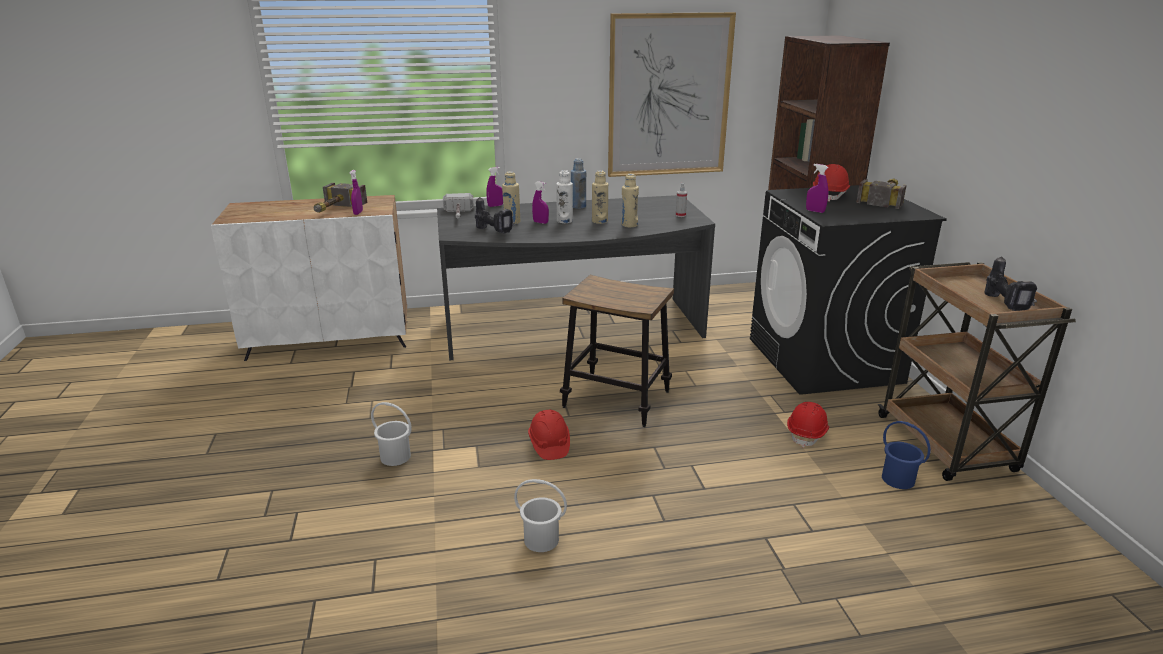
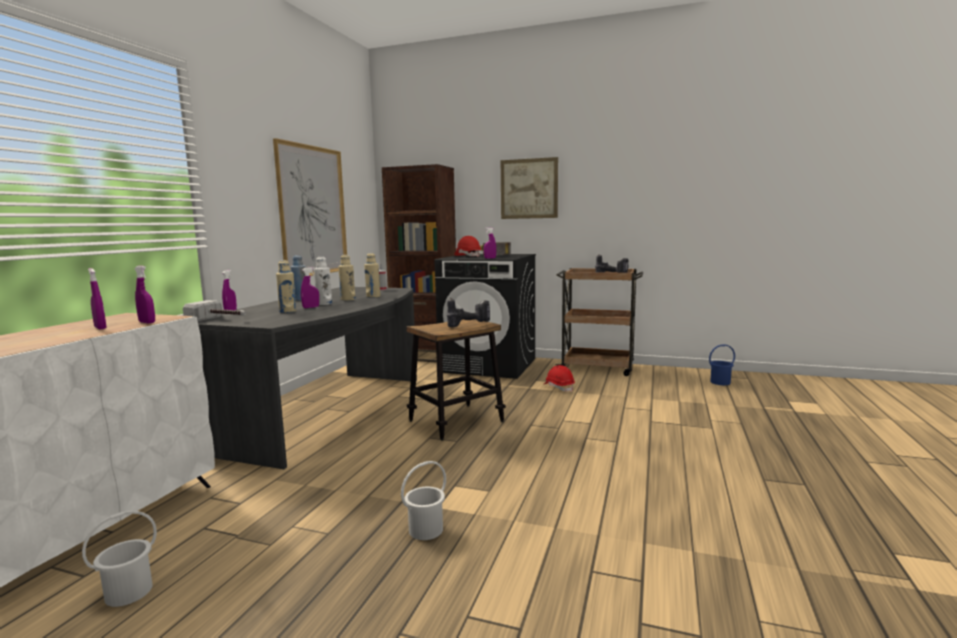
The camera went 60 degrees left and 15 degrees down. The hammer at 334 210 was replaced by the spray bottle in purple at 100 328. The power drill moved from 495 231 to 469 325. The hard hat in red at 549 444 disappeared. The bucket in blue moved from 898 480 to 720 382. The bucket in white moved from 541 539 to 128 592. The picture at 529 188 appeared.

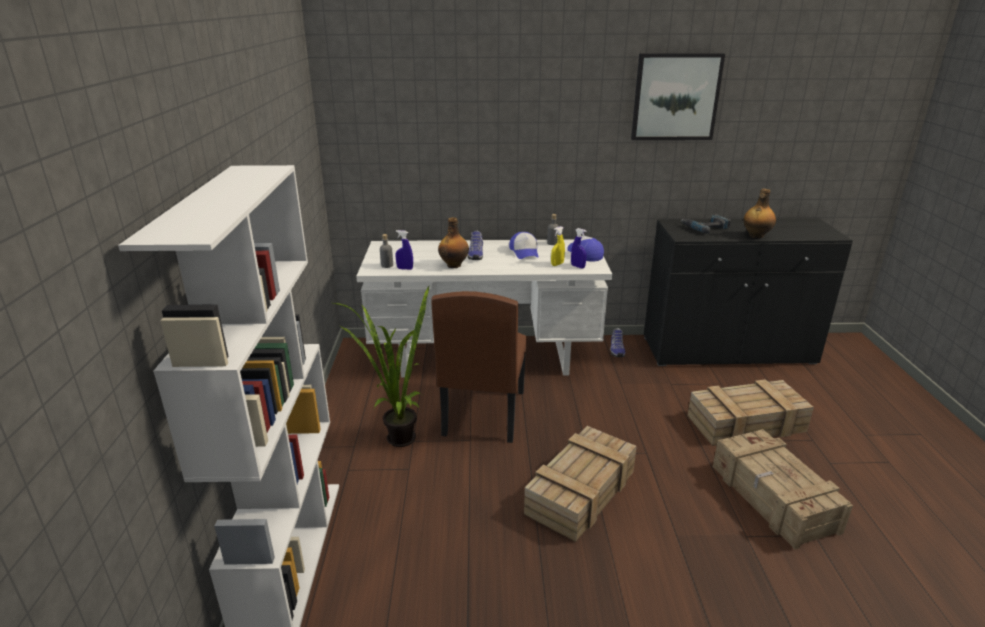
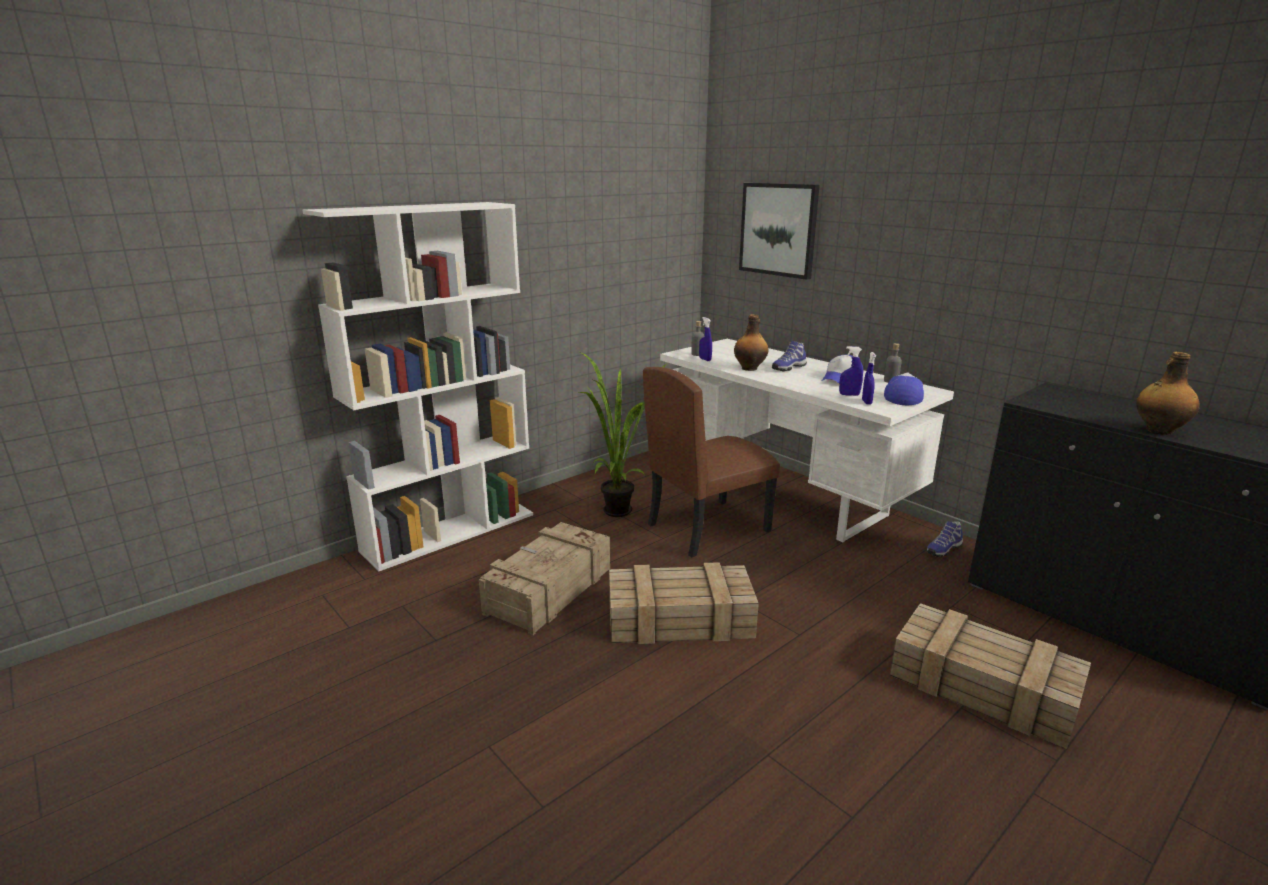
The camera went 50 degrees right and 5 degrees down. The picture moved from 675 97 to 778 229. The power drill at 705 227 disappeared. The spray bottle in yellow at 557 264 became the spray bottle in blue at 849 395. The crate moved from 773 499 to 548 590.

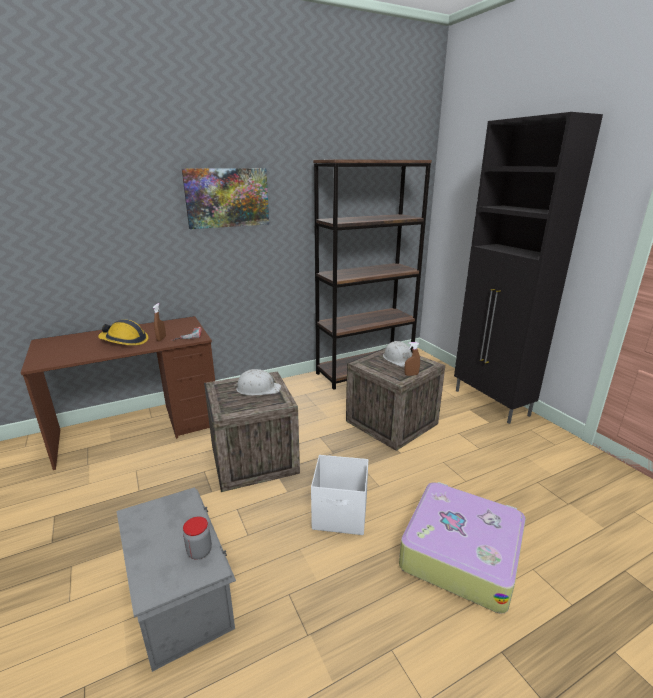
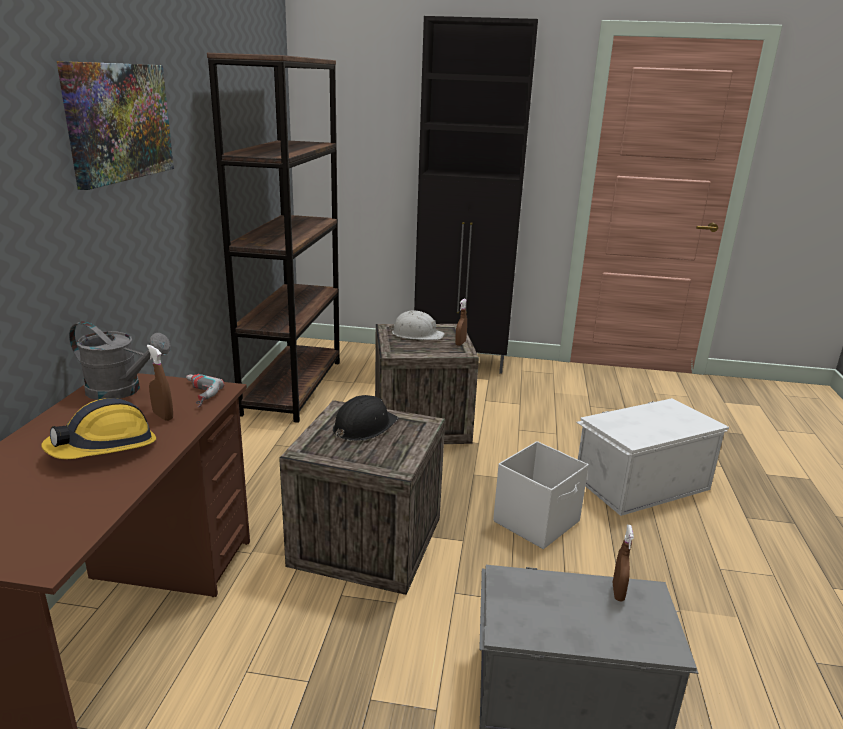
The camera went 55 degrees left and 0 degrees up. The hard hat in white at 258 389 became the hard hat in black at 363 426. The suitcase at 460 552 was replaced by the storage box in white at 640 482. The jar at 199 551 was replaced by the spray bottle in brown at 618 592. The watering can in grey at 122 391 appeared.

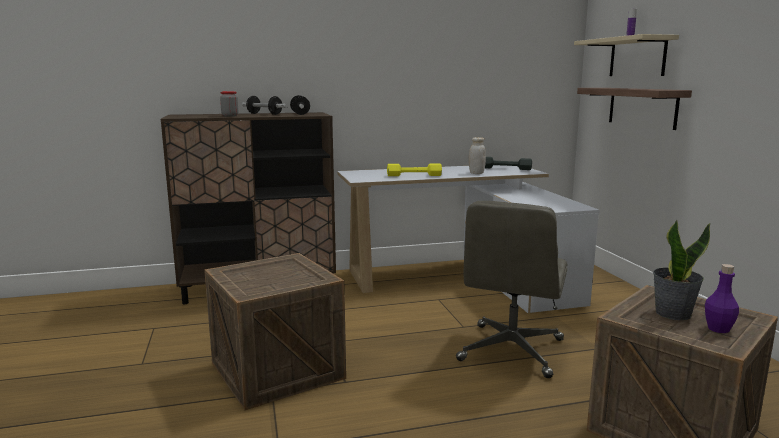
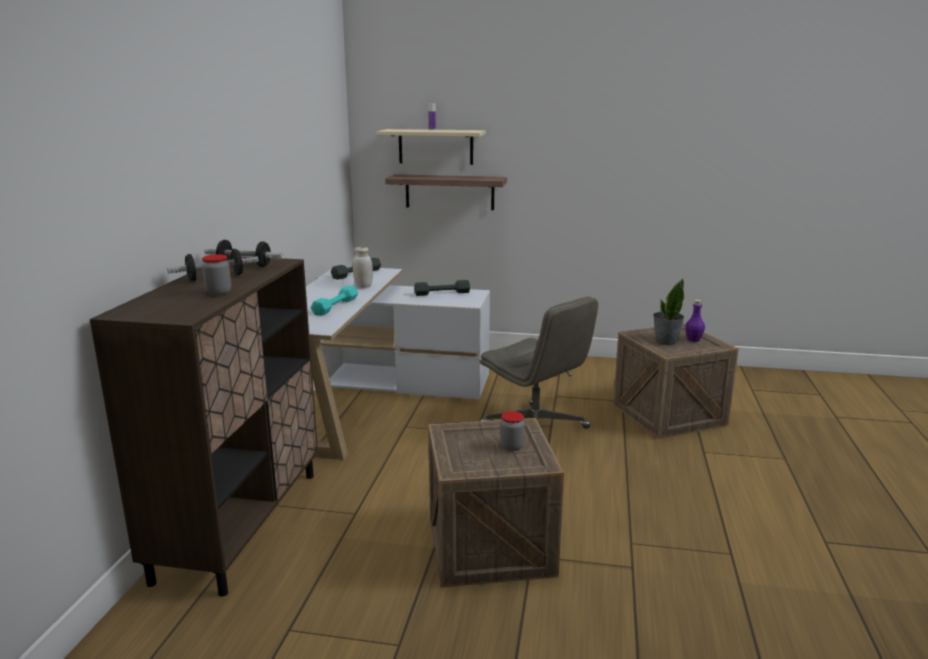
The camera went 65 degrees left and 5 degrees up. The dumbbell in yellow at 414 175 became the dumbbell in turquoise at 335 306. The dumbbell in grey at 442 293 appeared. The jar at 511 446 appeared.

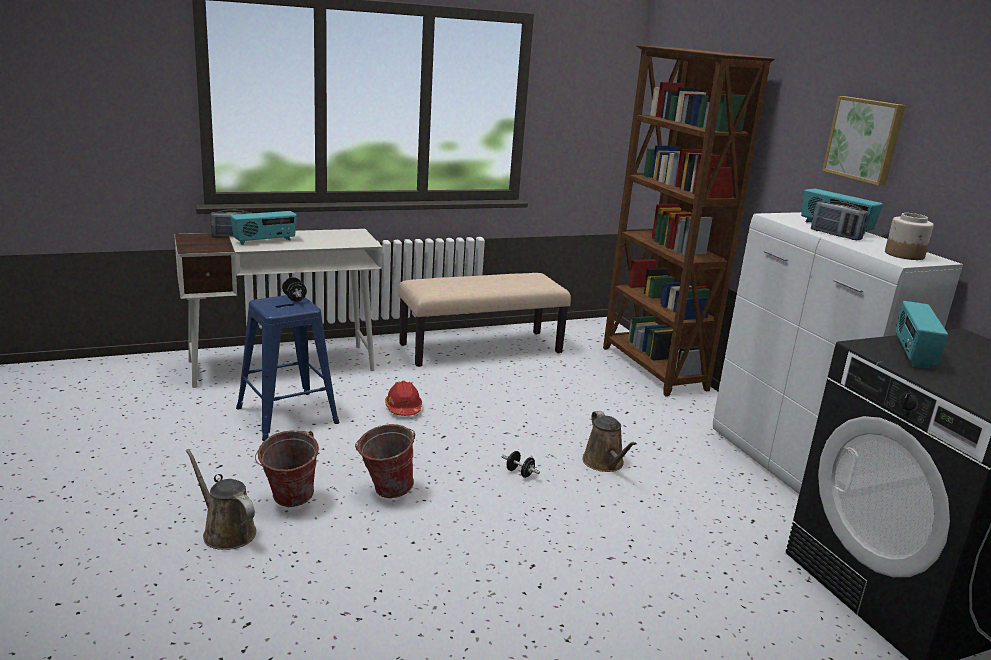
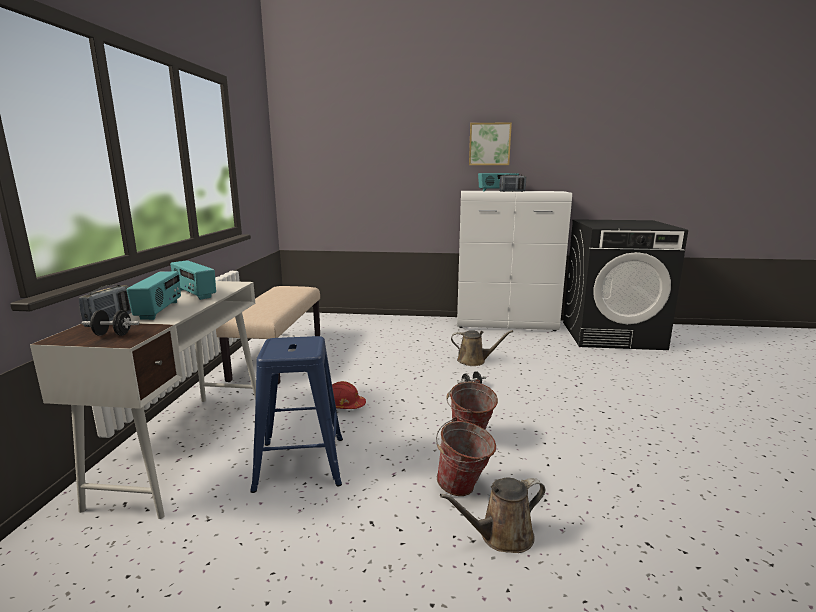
The camera went 60 degrees left and 5 degrees down. The bookcase in brown at 653 369 disappeared. The jar at 904 255 disappeared. The dumbbell in black moved from 294 298 to 113 335. The radio moved from 912 354 to 194 294.

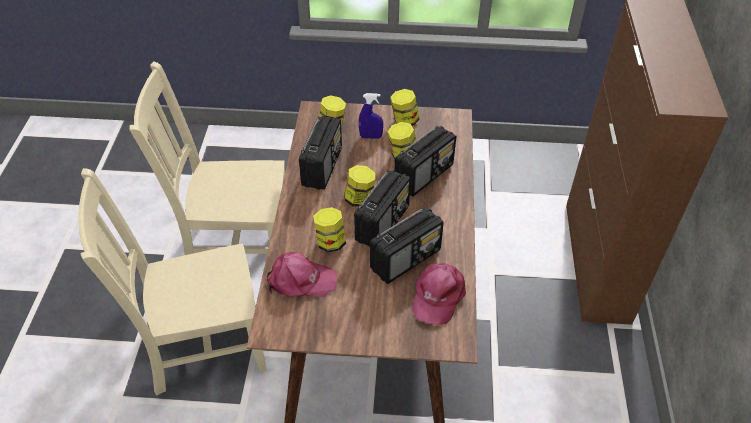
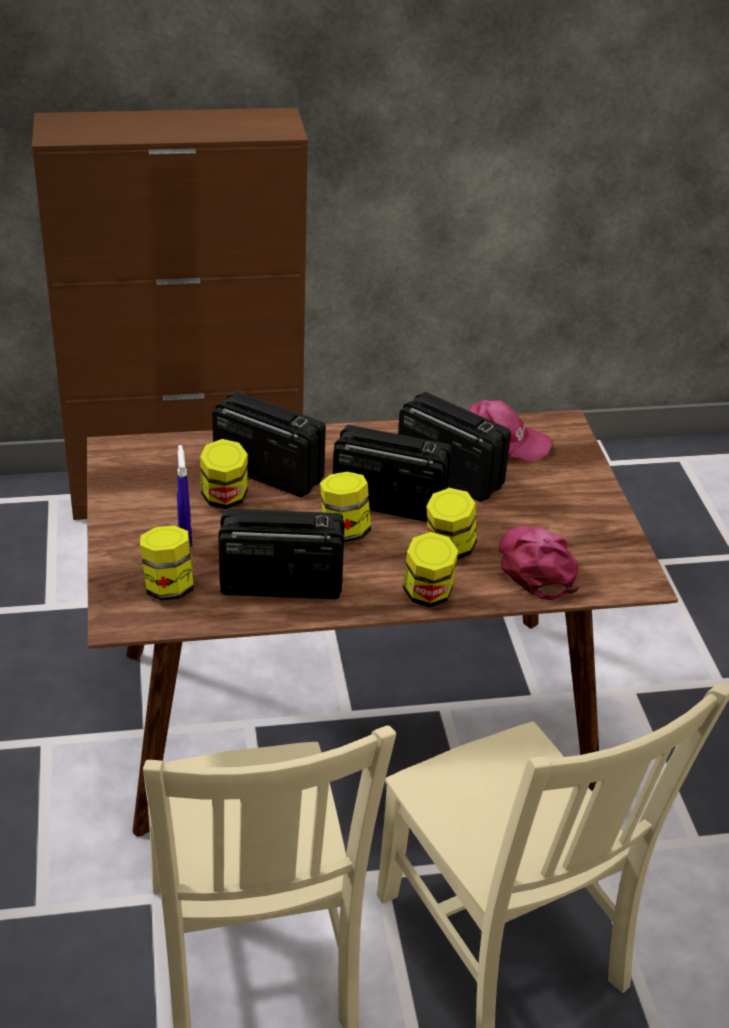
The camera went 105 degrees left and 10 degrees down. The jar moved from 404 121 to 427 594.

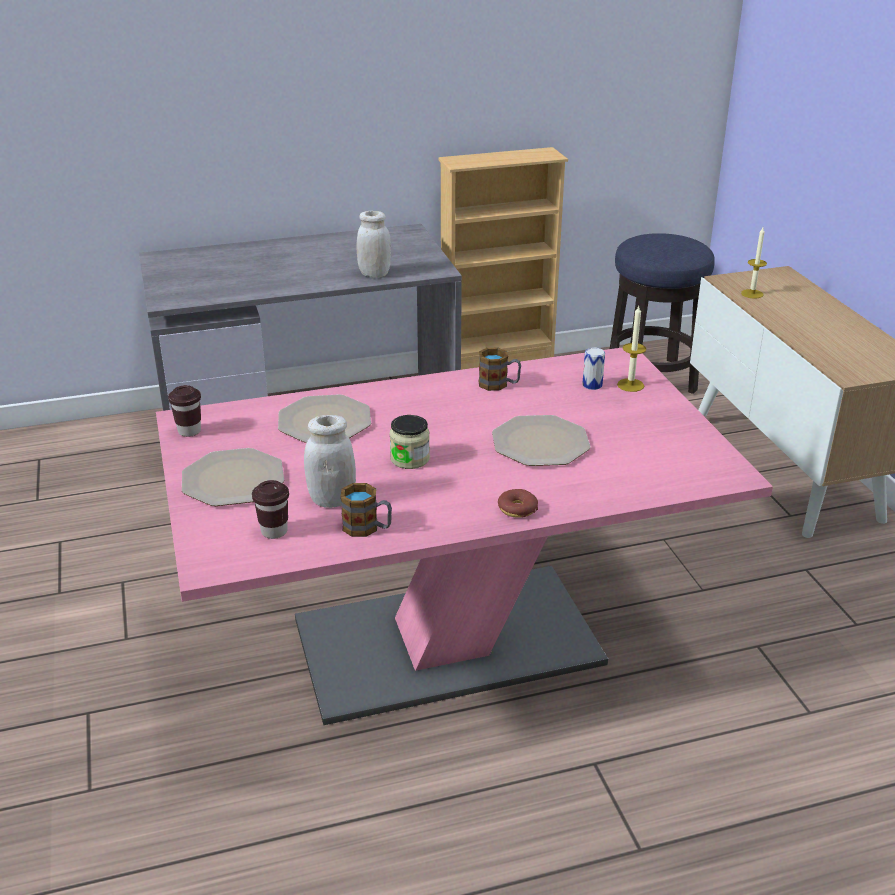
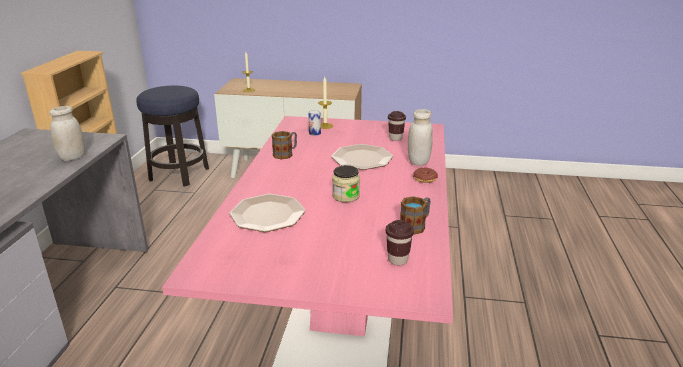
The camera went 65 degrees left and 5 degrees down. The cup in brown moved from 189 431 to 395 138. The jar in white moved from 332 499 to 418 162. The plate at 233 479 disappeared.

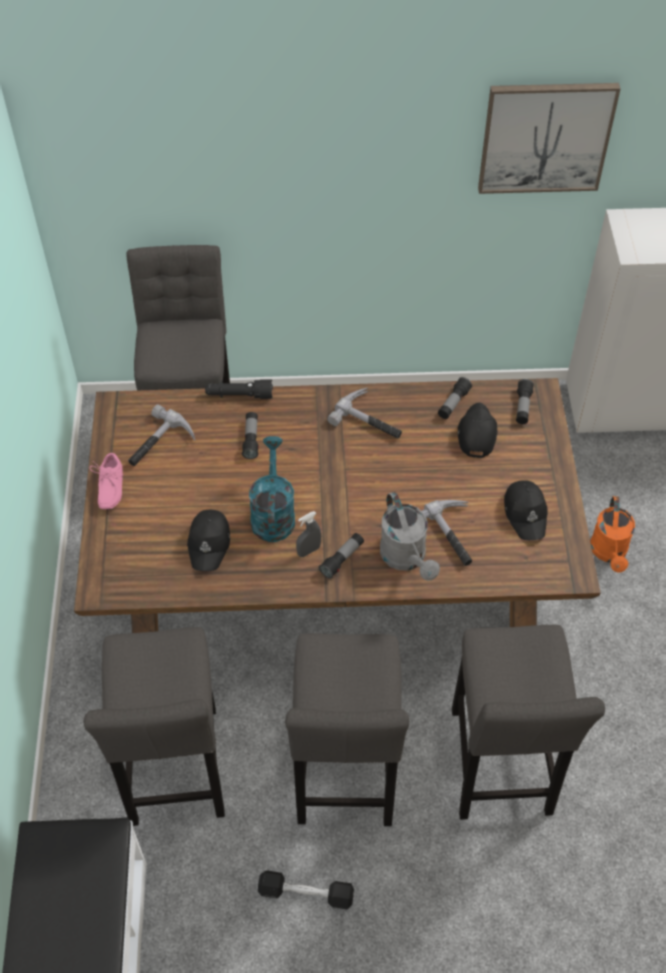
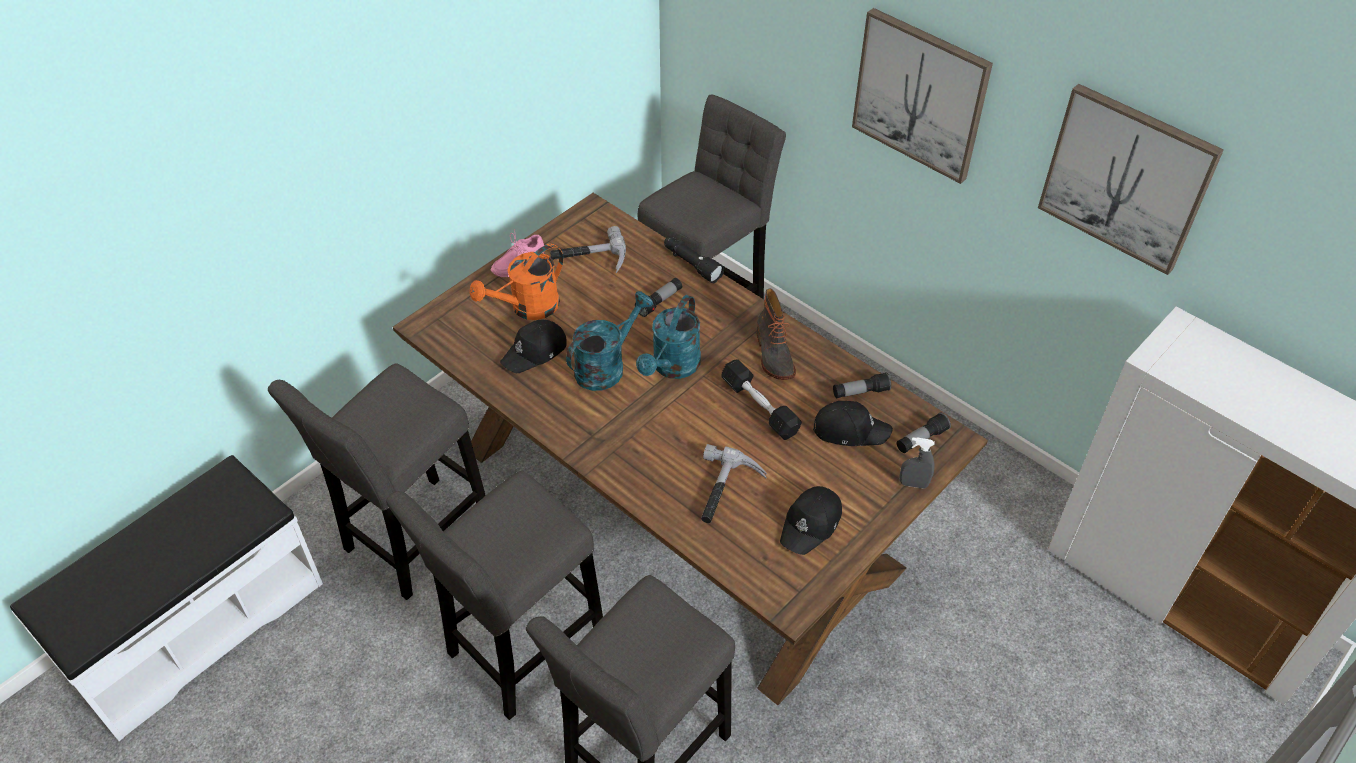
The camera went 45 degrees right and 5 degrees down. The hammer at 371 419 was replaced by the boot at 773 354. The cap in black at 476 433 turned 45 degrees clockwise. The watering can in grey at 406 558 disappeared. The watering can in orange moved from 609 553 to 527 308. The spray bottle in grey moved from 309 551 to 913 484. The flashlight at 342 559 disappeared. The dumbbell in black moved from 306 893 to 760 407. The picture at 920 94 appeared. The watering can in turquoise at 672 368 appeared.

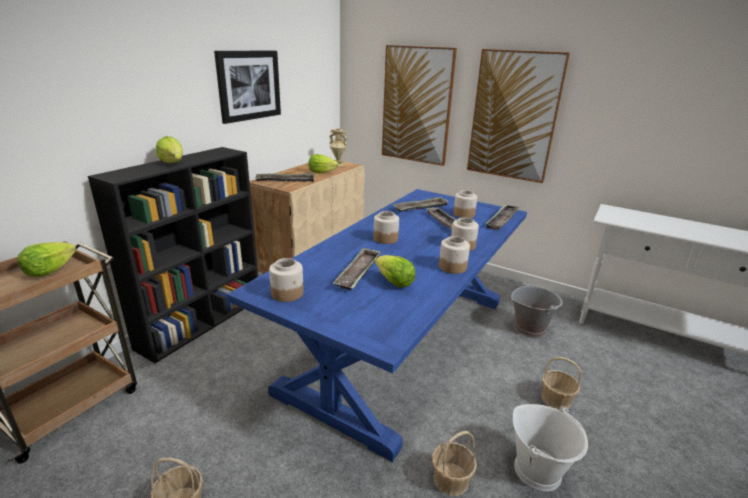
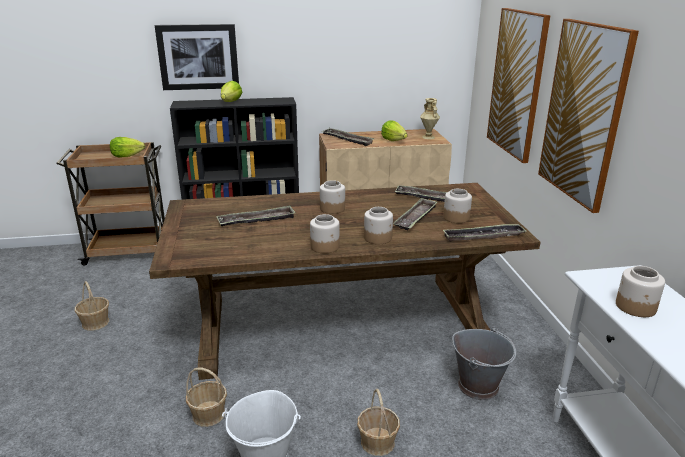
The camera went 50 degrees right and 0 degrees up. The picture moved from 249 85 to 198 57. The dining table in blue at 401 341 became the dining table in brown at 341 322. The lettuce at 394 282 disappeared. The jar moved from 287 293 to 636 307.

